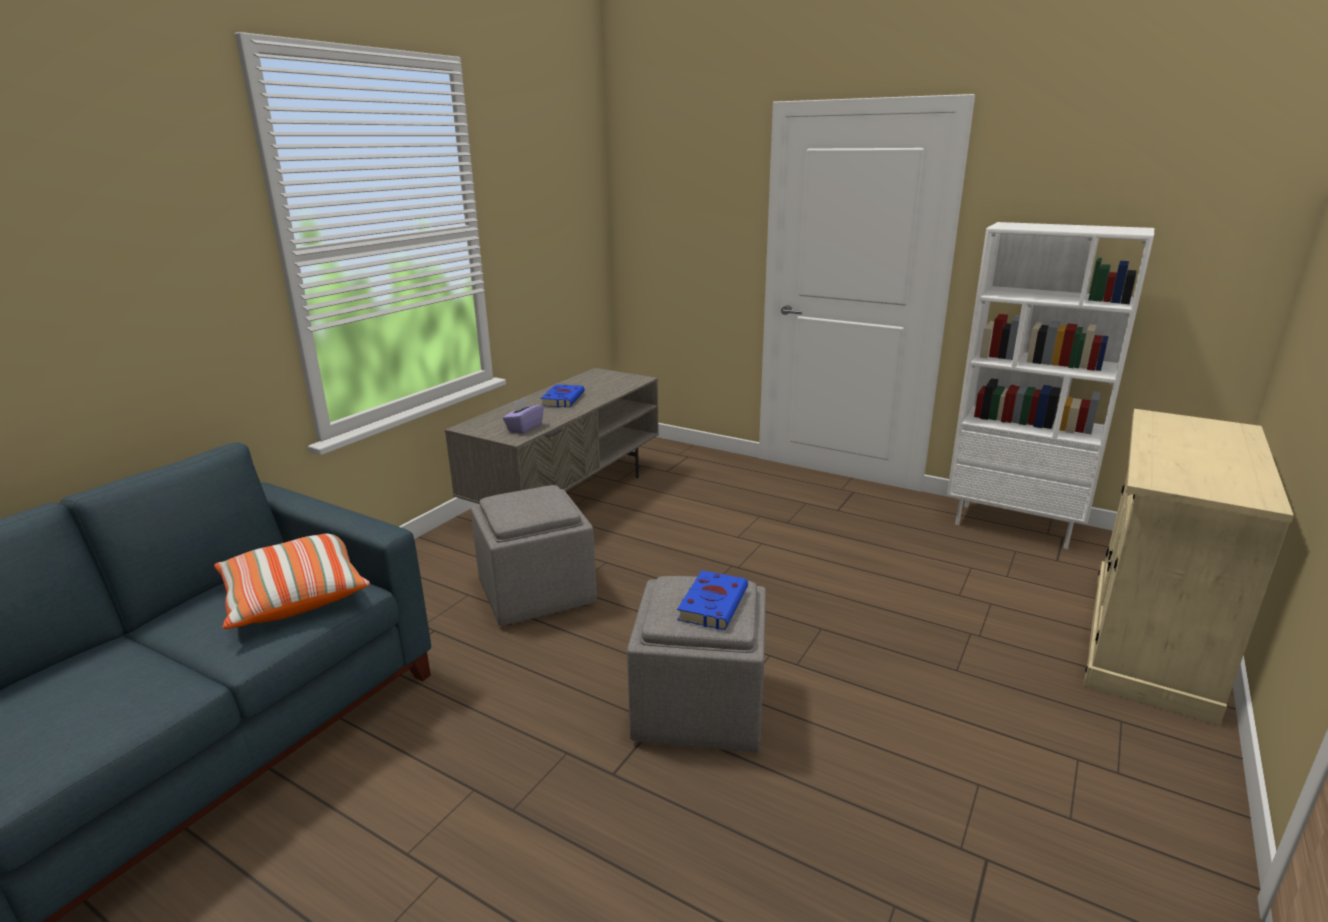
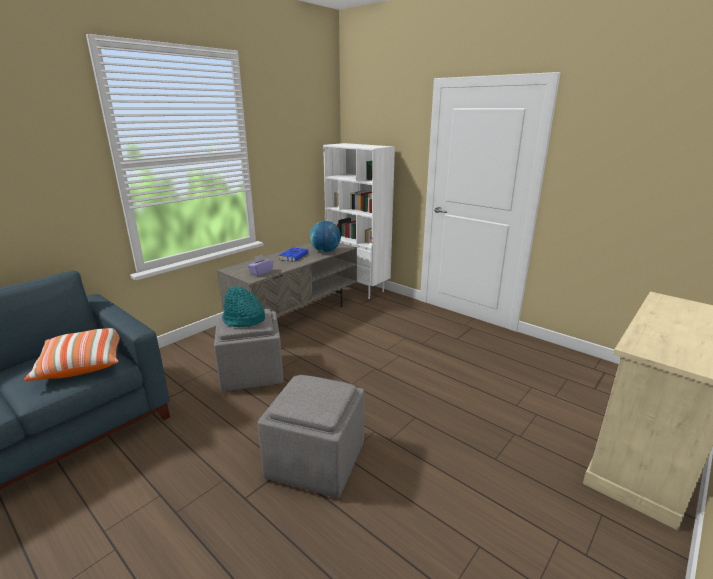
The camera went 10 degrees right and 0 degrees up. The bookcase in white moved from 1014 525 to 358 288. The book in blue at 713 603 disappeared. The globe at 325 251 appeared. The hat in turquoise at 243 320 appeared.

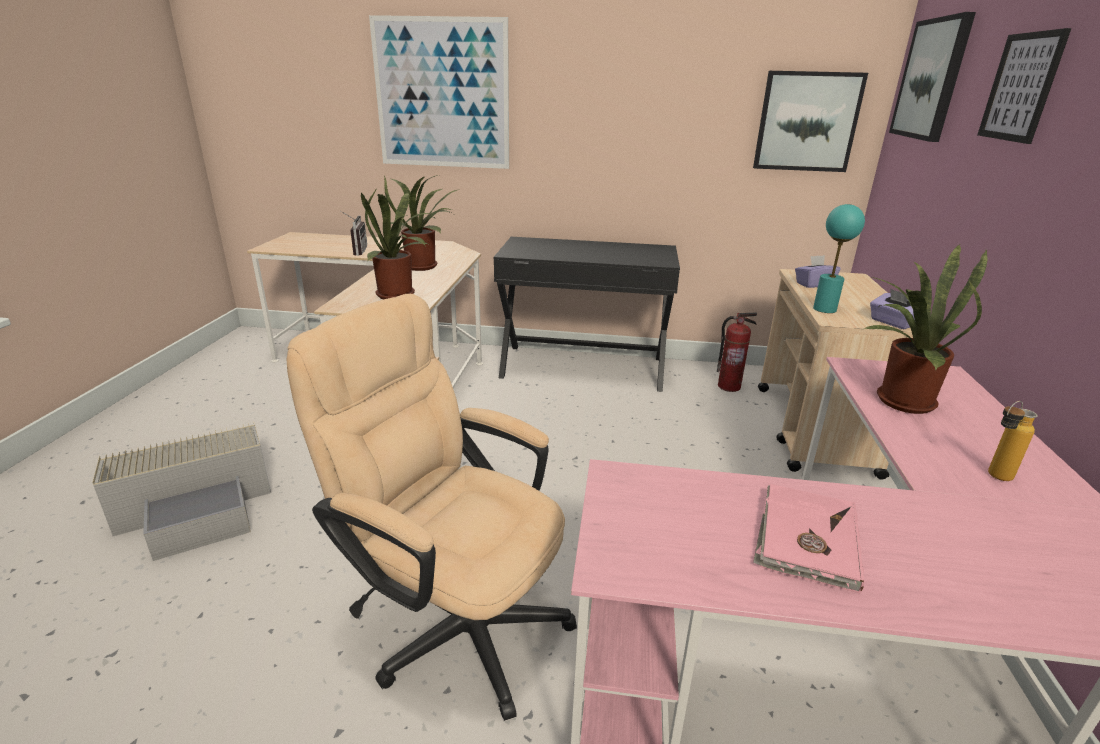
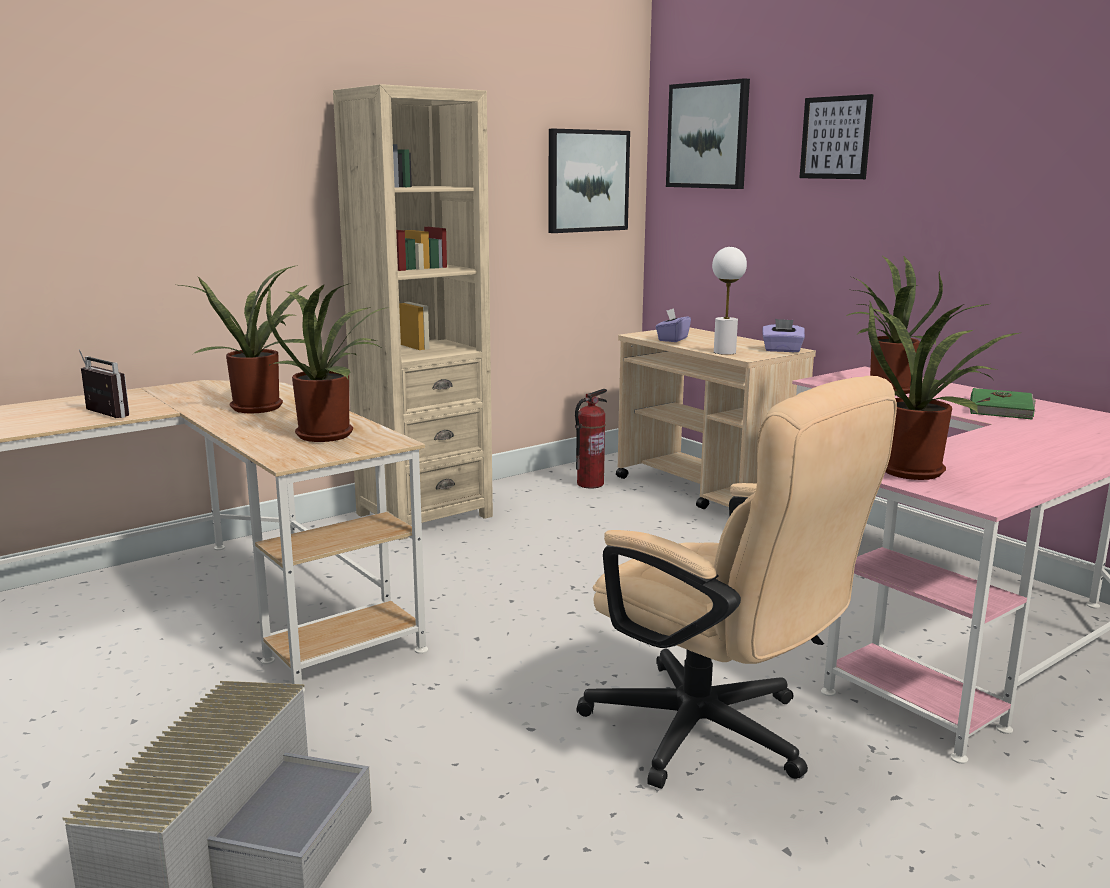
The camera went 45 degrees left and 10 degrees down. The picture at 442 94 disappeared. The table lamp in turquoise at 825 309 became the table lamp in white at 725 352. The desk in black at 583 367 was replaced by the bookcase in beige at 424 515. The office chair in beige at 455 620 turned 120 degrees counterclockwise. The bottle at 993 477 was replaced by the book in green at 1002 408. The book in pink at 806 539 disappeared. The potted plant at 917 471 appeared.

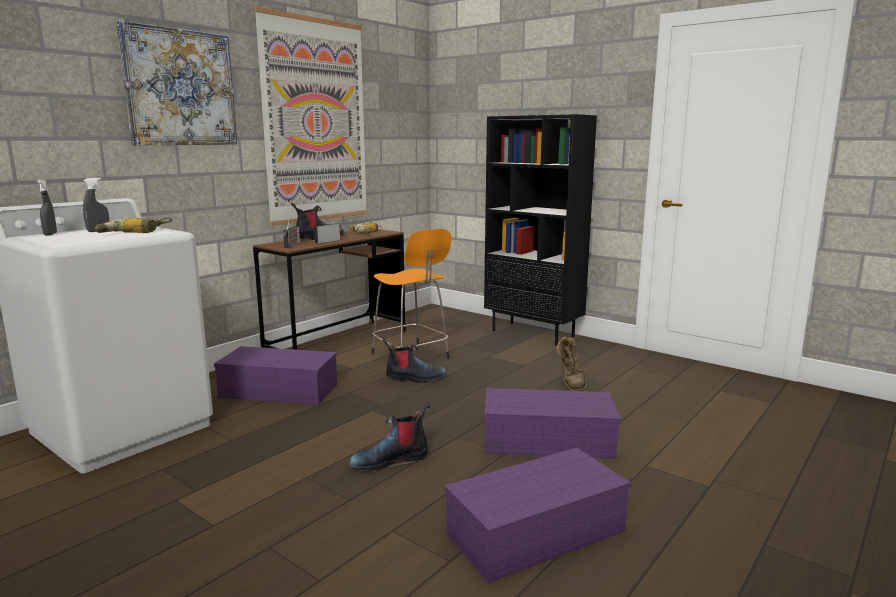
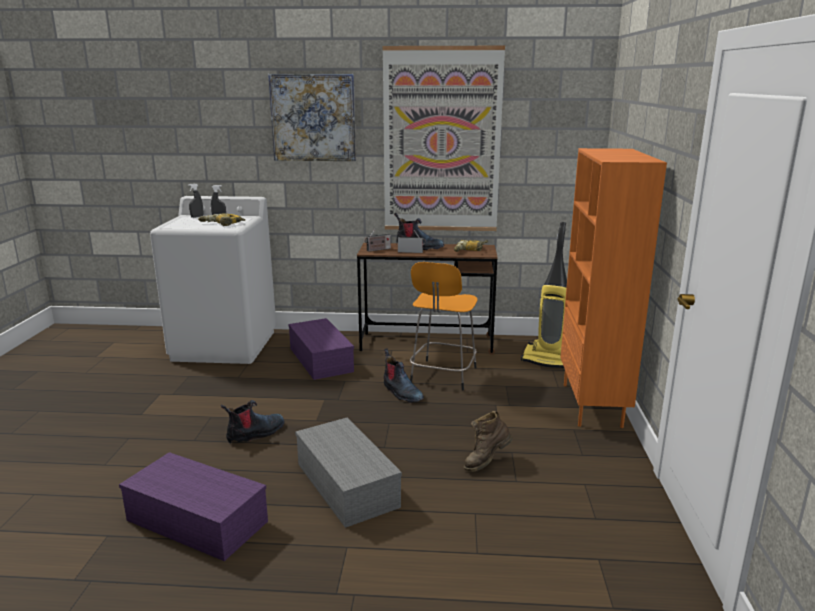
The camera went 55 degrees right and 5 degrees up. The bookcase in black at 534 333 became the bookcase in orange at 593 405. The storage box in purple at 549 440 became the storage box in grey at 349 485. The boot at 390 460 turned 105 degrees clockwise. The vacuum cleaner at 549 360 appeared.

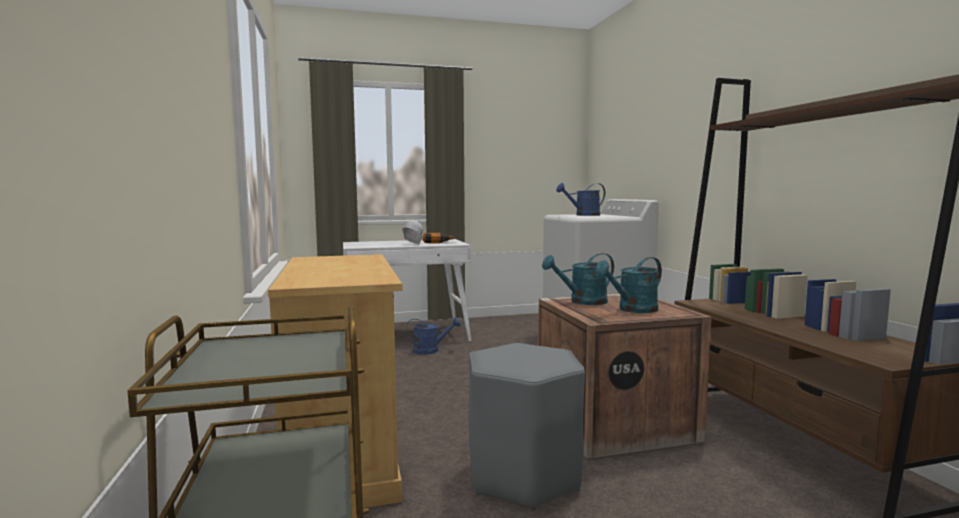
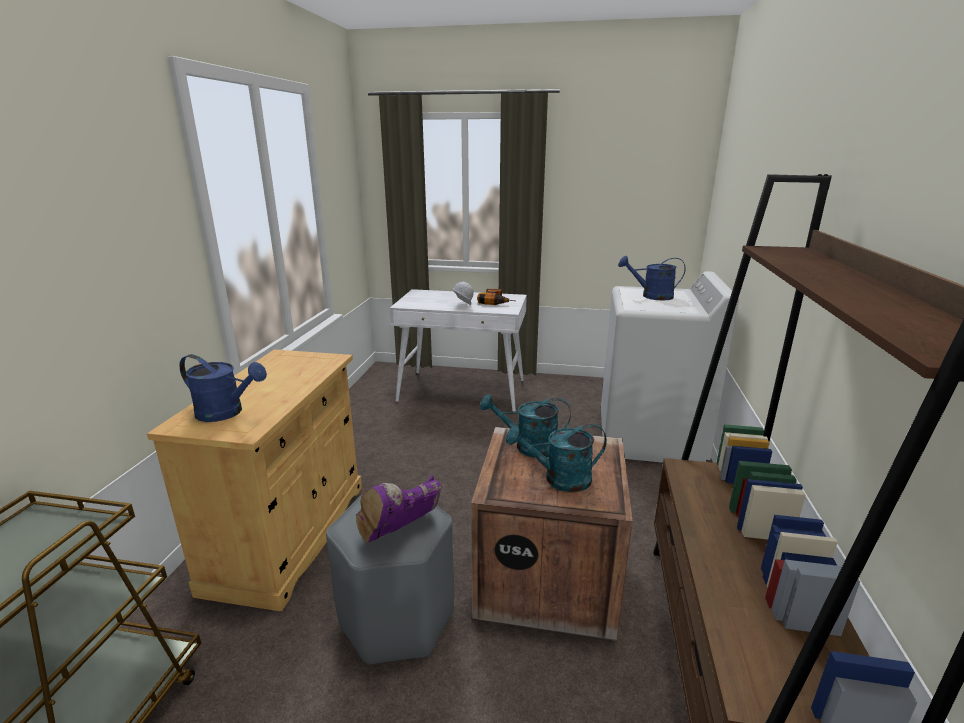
The camera went 25 degrees right and 15 degrees up. The watering can in blue moved from 431 350 to 226 413. The boot in purple at 400 534 appeared.

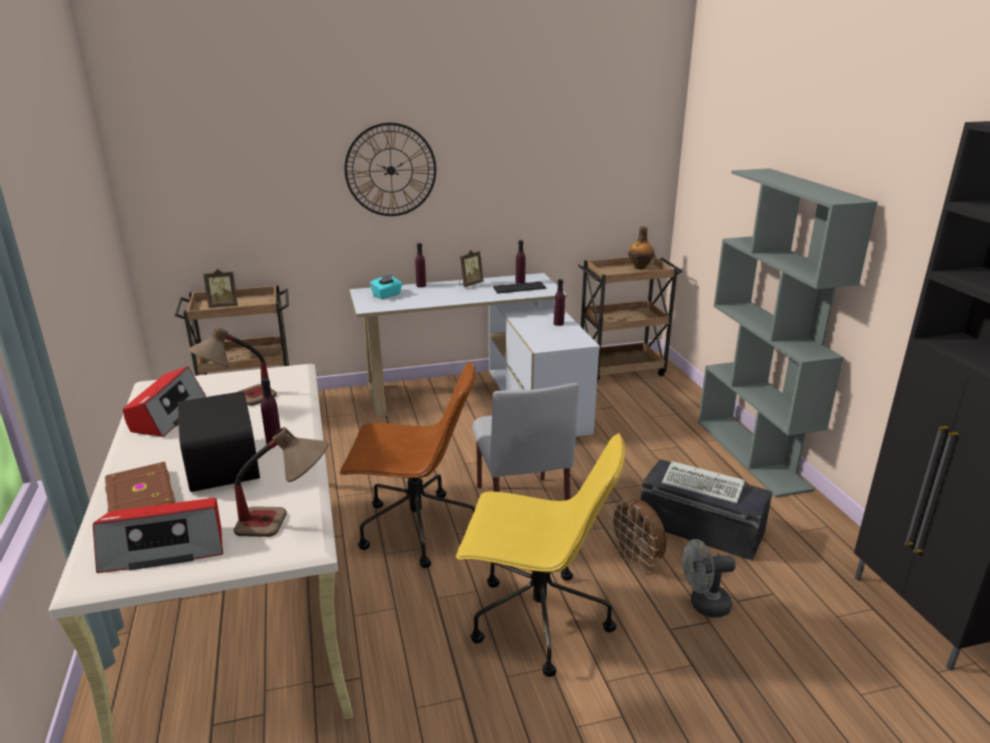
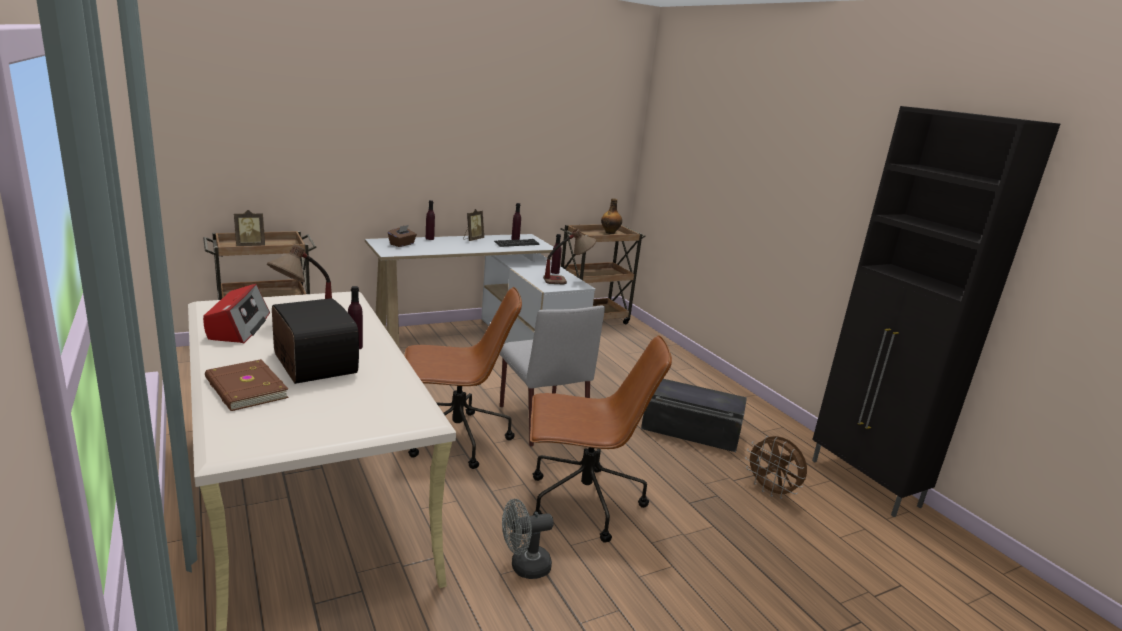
The camera went 15 degrees left and 5 degrees down. The wall clock at 391 170 disappeared. The bookcase in grey at 752 454 disappeared. The tissue box in turquoise at 387 295 became the tissue box in brown at 402 244. The table lamp moved from 287 524 to 567 281. The office chair in yellow at 536 620 became the office chair in brown at 582 502. The keyboard at 704 485 disappeared. The radio at 165 547 disappeared. The fan in brown moved from 636 560 to 771 491. The fan in grey moved from 703 605 to 524 567.

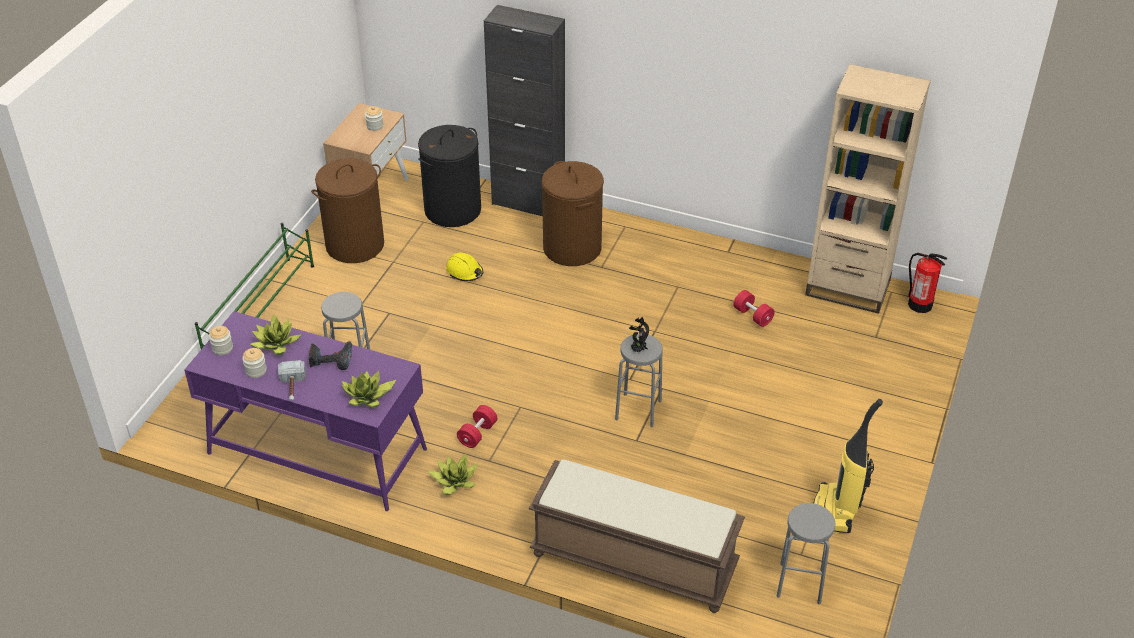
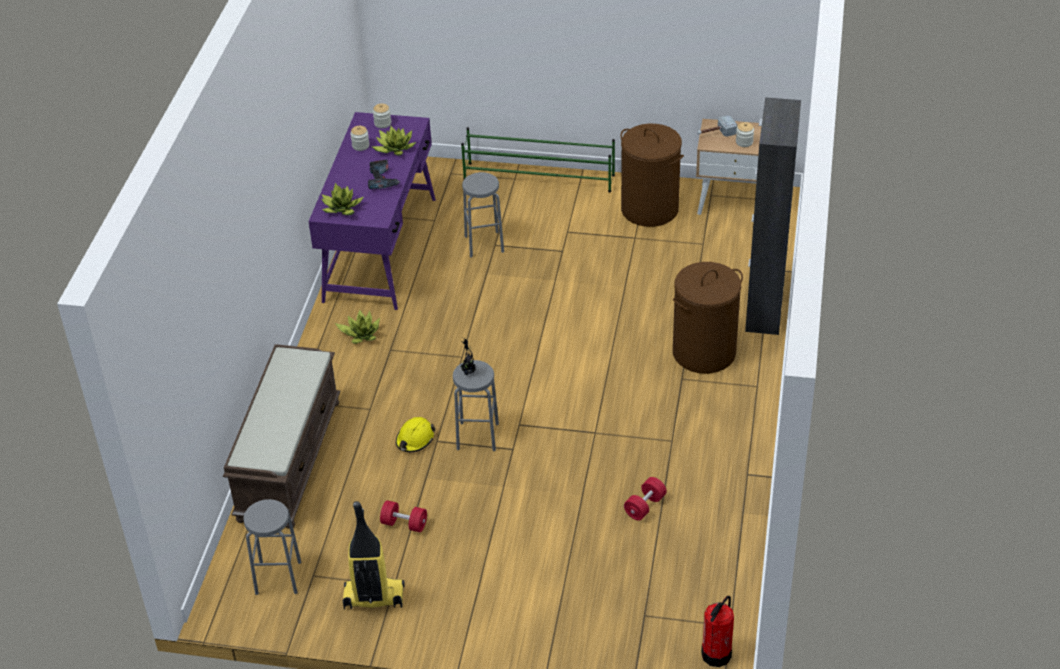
The camera went 80 degrees right and 0 degrees up. The bookcase in beige at 847 288 disappeared. The laundry basket in black at 452 210 disappeared. The hard hat in yellow moved from 465 272 to 415 439. The hammer moved from 292 387 to 715 133. The dumbbell in red moved from 477 434 to 404 524.

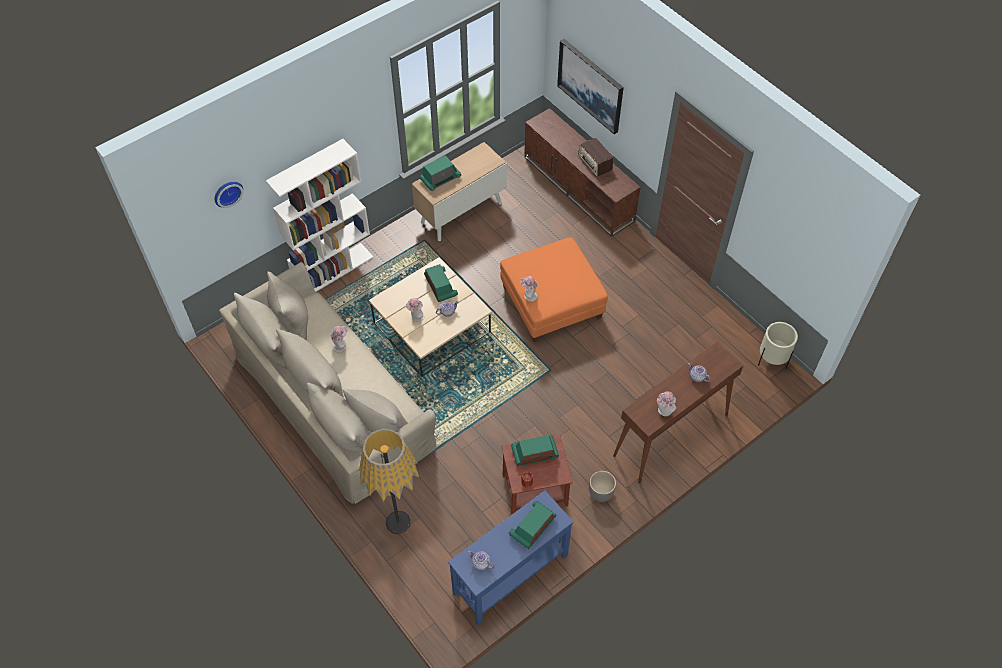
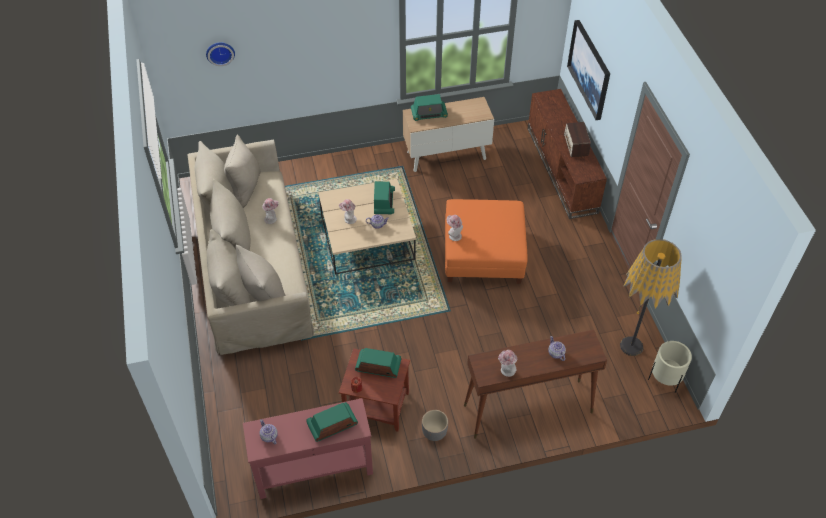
The camera went 25 degrees right and 5 degrees down. The bookcase in white at 333 269 disappeared. The floor lamp moved from 398 522 to 631 346. The console table in blue at 510 574 became the console table in red at 313 468.

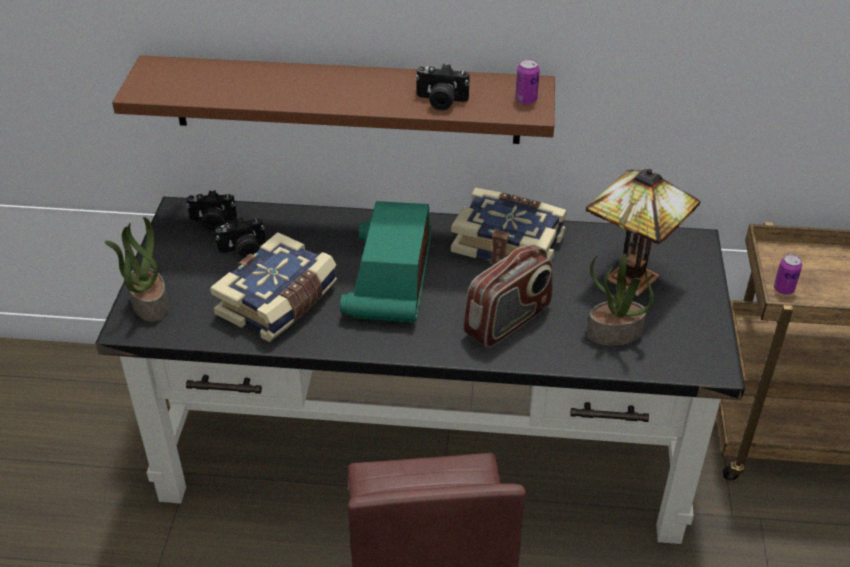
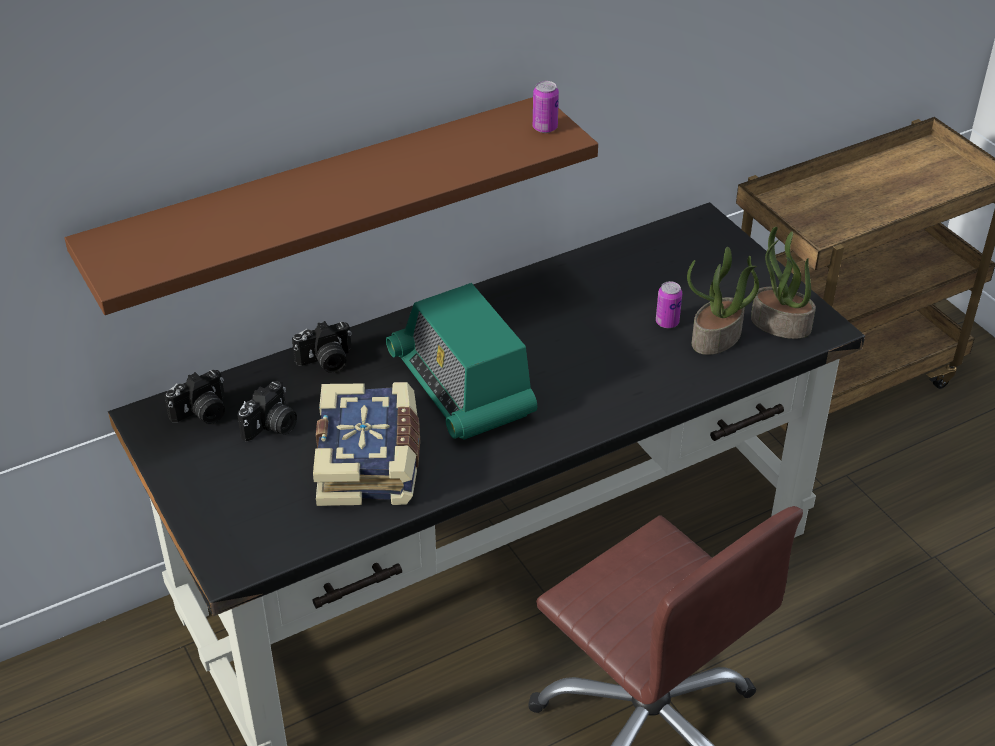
The camera went 35 degrees left and 0 degrees up. The photo camera moved from 440 101 to 326 362. The table lamp at 627 278 disappeared. The book at 509 243 disappeared. The potted plant moved from 149 304 to 779 325. The radio at 508 321 disappeared. The can moved from 783 289 to 667 322.

